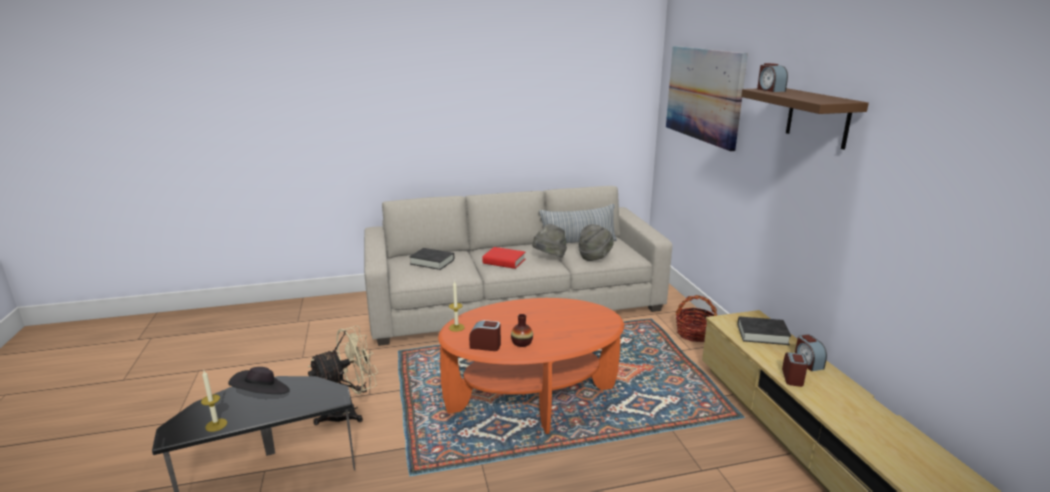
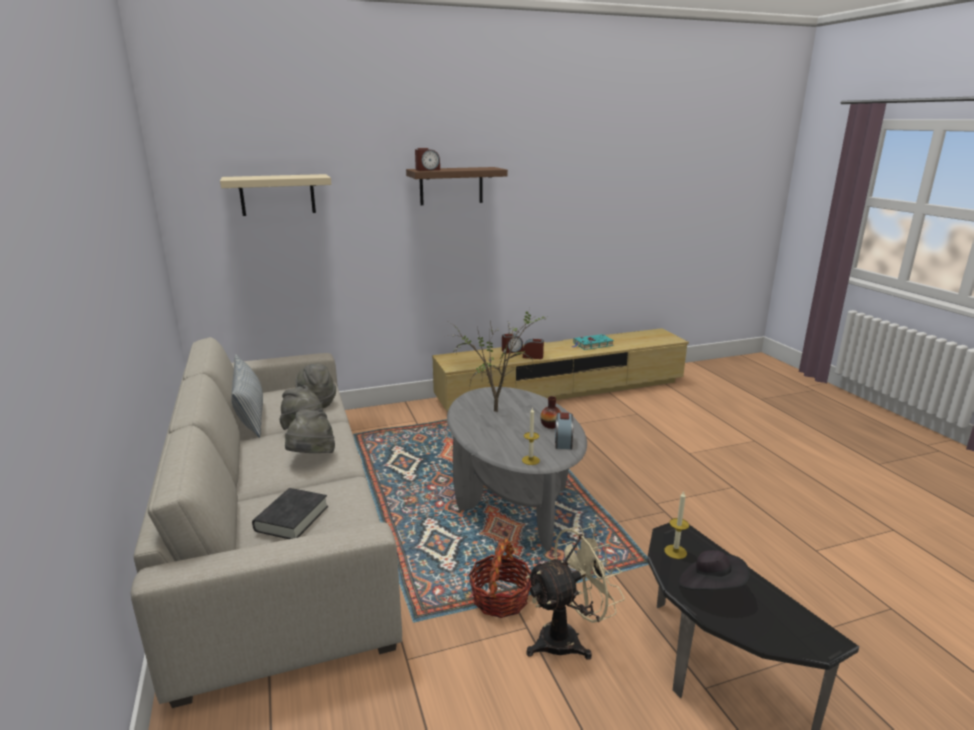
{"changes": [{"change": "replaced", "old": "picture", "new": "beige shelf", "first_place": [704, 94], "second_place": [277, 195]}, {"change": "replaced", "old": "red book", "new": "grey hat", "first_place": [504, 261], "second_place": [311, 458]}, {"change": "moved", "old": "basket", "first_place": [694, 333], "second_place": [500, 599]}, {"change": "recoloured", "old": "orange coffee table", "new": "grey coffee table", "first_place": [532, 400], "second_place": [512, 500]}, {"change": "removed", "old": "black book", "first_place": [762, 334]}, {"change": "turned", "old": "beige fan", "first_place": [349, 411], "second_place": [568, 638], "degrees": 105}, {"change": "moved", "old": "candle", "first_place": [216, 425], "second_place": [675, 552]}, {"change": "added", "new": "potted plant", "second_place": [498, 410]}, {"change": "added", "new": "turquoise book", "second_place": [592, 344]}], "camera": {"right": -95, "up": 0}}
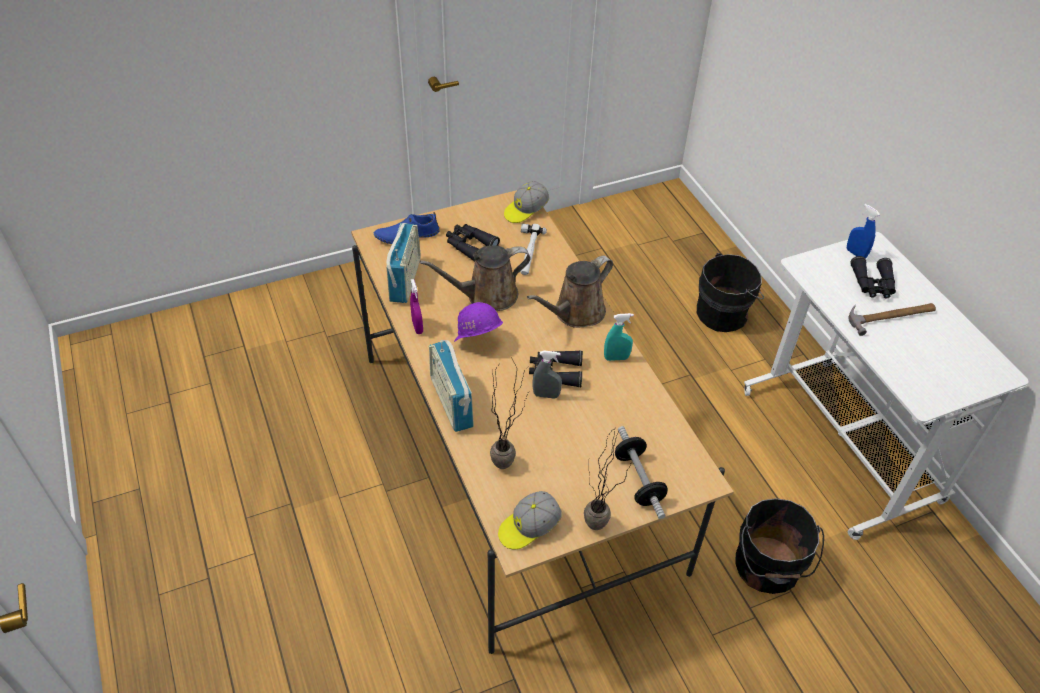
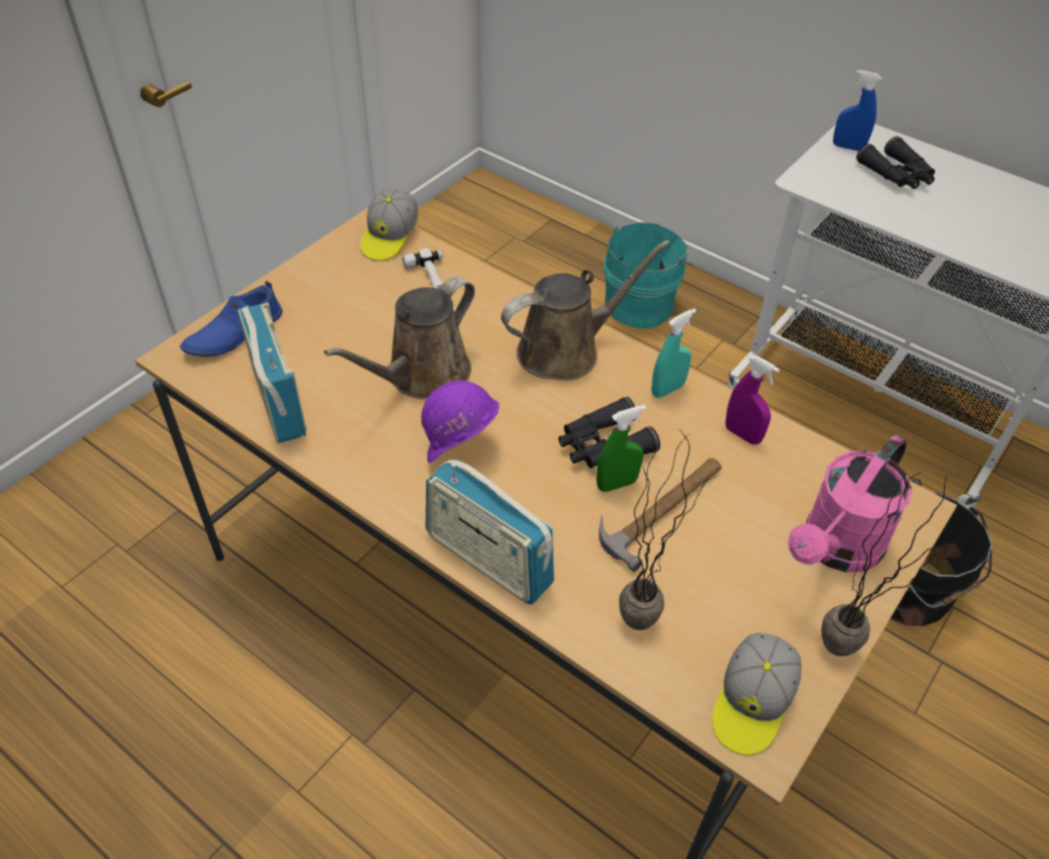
{"changes": [{"change": "removed", "old": "black binoculars", "first_place": [469, 246]}, {"change": "recoloured", "old": "black bucket", "new": "turquoise bucket", "first_place": [724, 313], "second_place": [641, 303]}, {"change": "turned", "old": "brown watering can", "first_place": [575, 313], "second_place": [565, 350], "degrees": -135}, {"change": "moved", "old": "purple spray bottle", "first_place": [417, 327], "second_place": [742, 434]}, {"change": "moved", "old": "hammer", "first_place": [891, 316], "second_place": [663, 509]}, {"change": "recoloured", "old": "grey spray bottle", "new": "green spray bottle", "first_place": [546, 395], "second_place": [616, 484]}, {"change": "replaced", "old": "dumbbell", "new": "pink watering can", "first_place": [638, 480], "second_place": [835, 549]}], "camera": {"right": -30, "up": 0}}
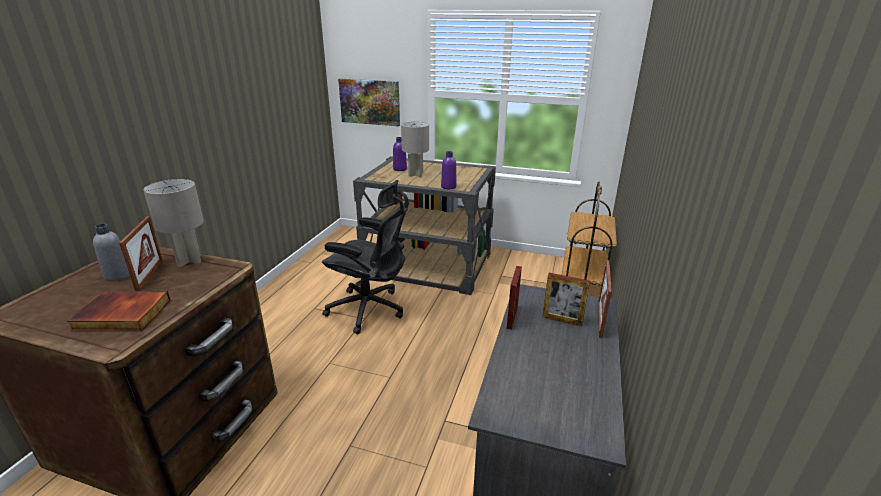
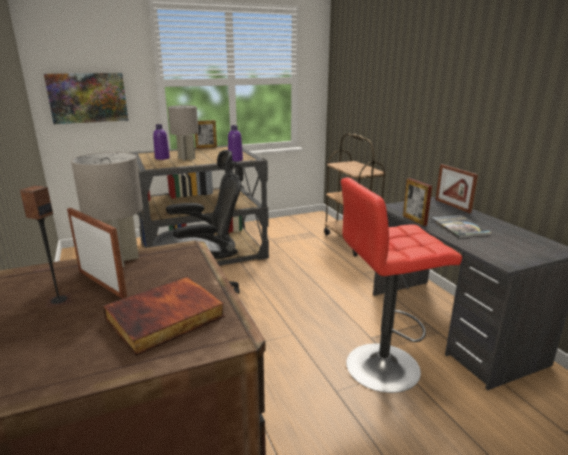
{"changes": [{"change": "replaced", "old": "grey bottle", "new": "speaker", "first_place": [118, 276], "second_place": [58, 299]}, {"change": "moved", "old": "picture frame", "first_place": [562, 320], "second_place": [206, 147]}, {"change": "added", "new": "red stool", "second_place": [381, 366]}, {"change": "added", "new": "book", "second_place": [459, 227]}], "camera": {"right": -40, "up": -5}}
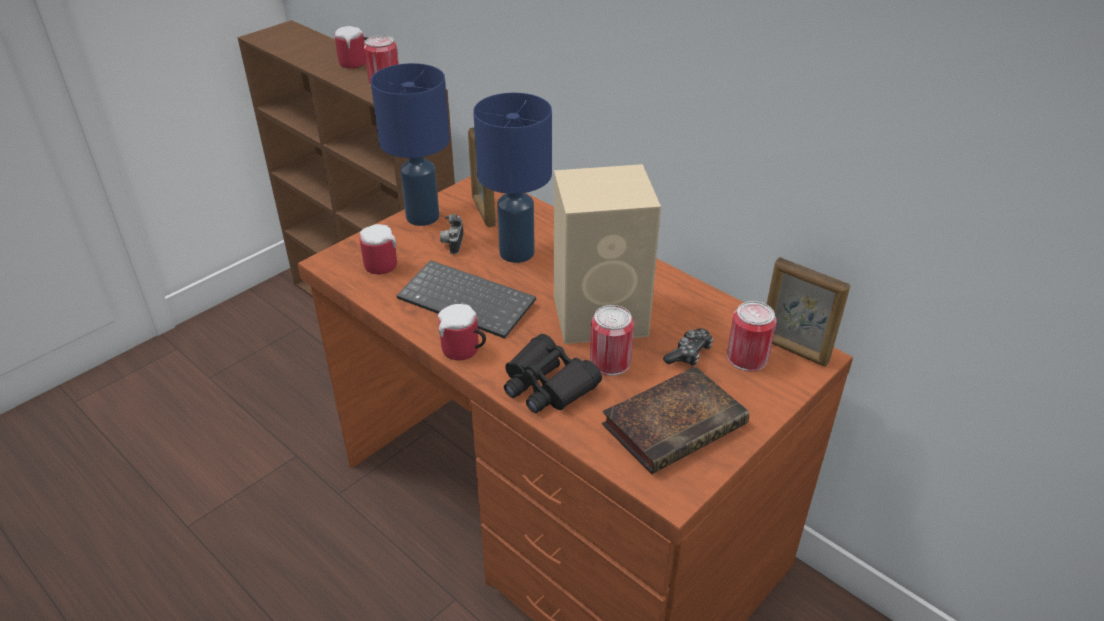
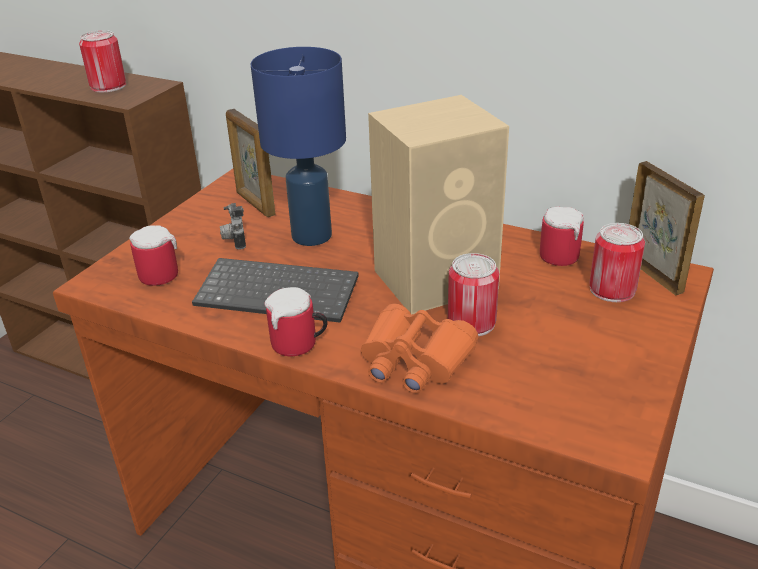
{"changes": [{"change": "moved", "old": "mug", "first_place": [357, 63], "second_place": [564, 255]}, {"change": "removed", "old": "blue table lamp", "first_place": [422, 216]}, {"change": "turned", "old": "picture frame", "first_place": [793, 351], "second_place": [653, 273], "degrees": -135}, {"change": "removed", "old": "game controller", "first_place": [689, 354]}, {"change": "recoloured", "old": "black binoculars", "new": "orange binoculars", "first_place": [547, 385], "second_place": [414, 361]}, {"change": "removed", "old": "book", "first_place": [676, 423]}], "camera": {"right": -15, "up": -5}}
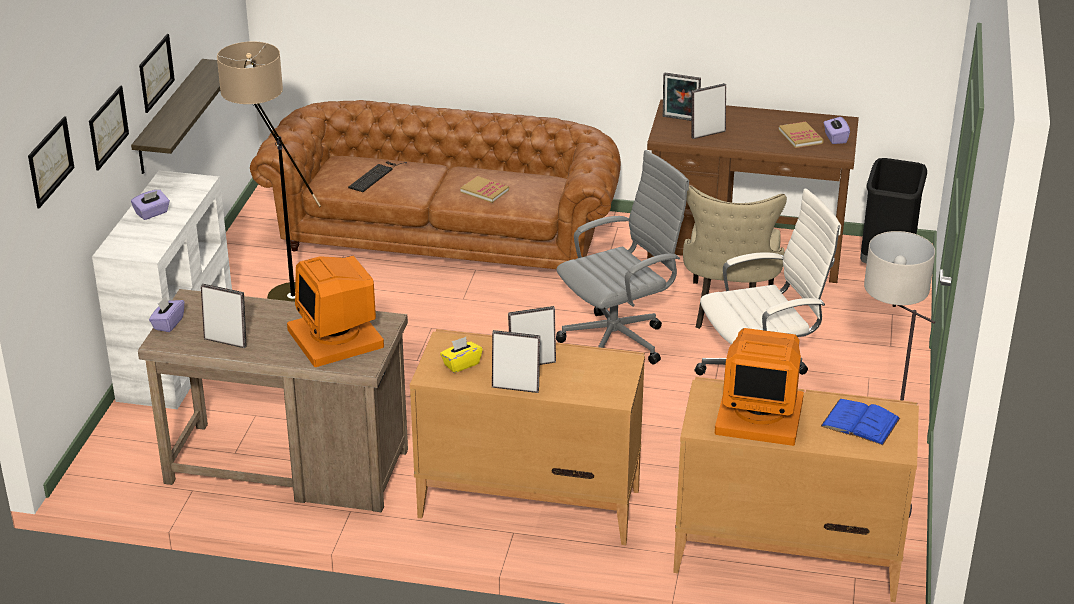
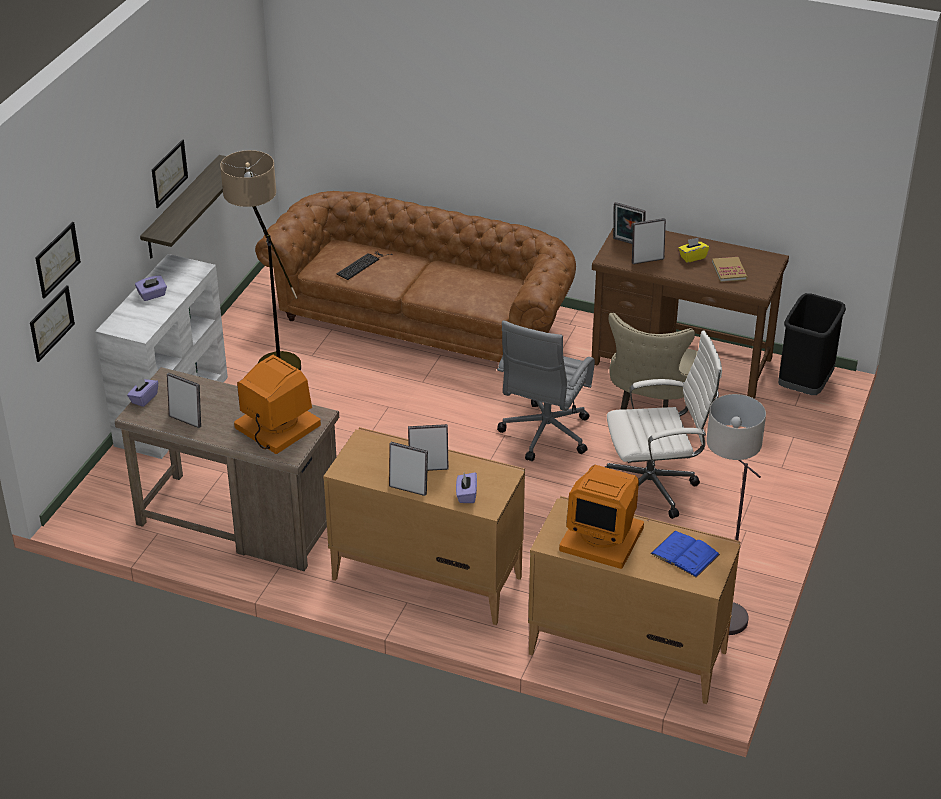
{"changes": [{"change": "moved", "old": "picture", "first_place": [108, 127], "second_place": [51, 323]}, {"change": "moved", "old": "purple tissue box", "first_place": [835, 138], "second_place": [466, 495]}, {"change": "turned", "old": "grey office chair", "first_place": [618, 340], "second_place": [544, 436], "degrees": 135}, {"change": "removed", "old": "book", "first_place": [484, 191]}, {"change": "turned", "old": "monitor", "first_place": [337, 338], "second_place": [276, 427], "degrees": 150}, {"change": "moved", "old": "yellow tissue box", "first_place": [461, 364], "second_place": [692, 257]}], "camera": {"right": 10, "up": 5}}
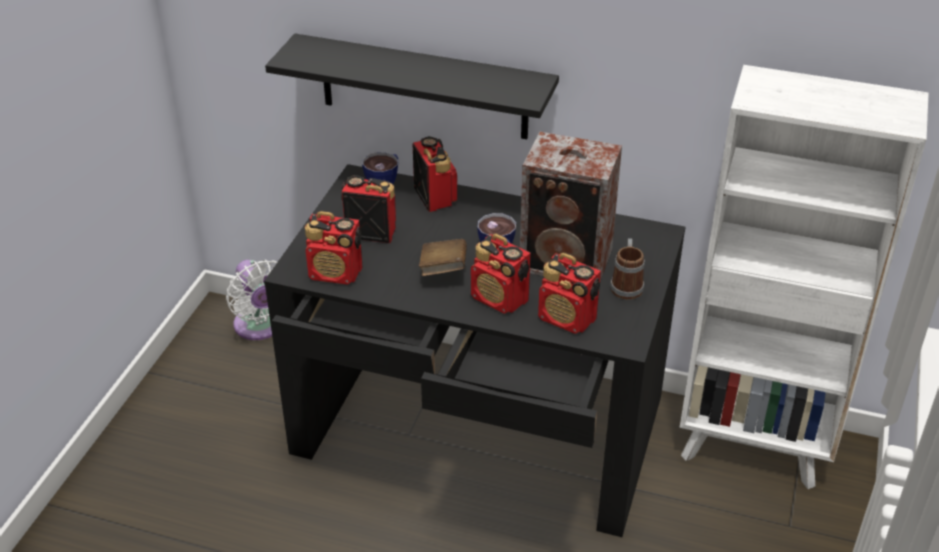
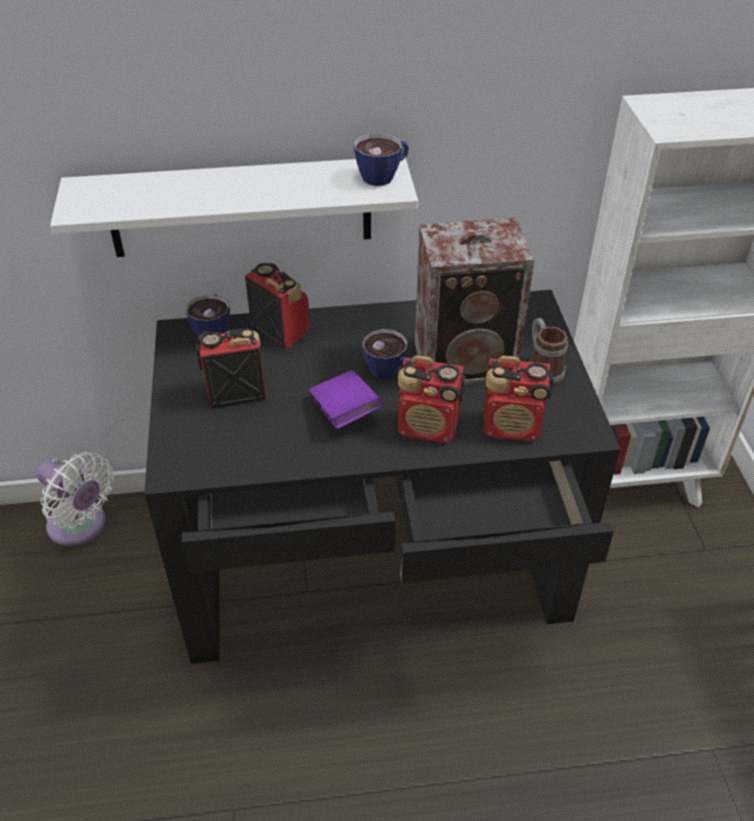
{"changes": [{"change": "recoloured", "old": "black shelf", "new": "white shelf", "first_place": [424, 87], "second_place": [240, 207]}, {"change": "removed", "old": "radio", "first_place": [336, 273]}, {"change": "recoloured", "old": "brown book", "new": "purple book", "first_place": [443, 270], "second_place": [345, 412]}, {"change": "added", "new": "cup", "second_place": [383, 176]}], "camera": {"right": -25, "up": 5}}
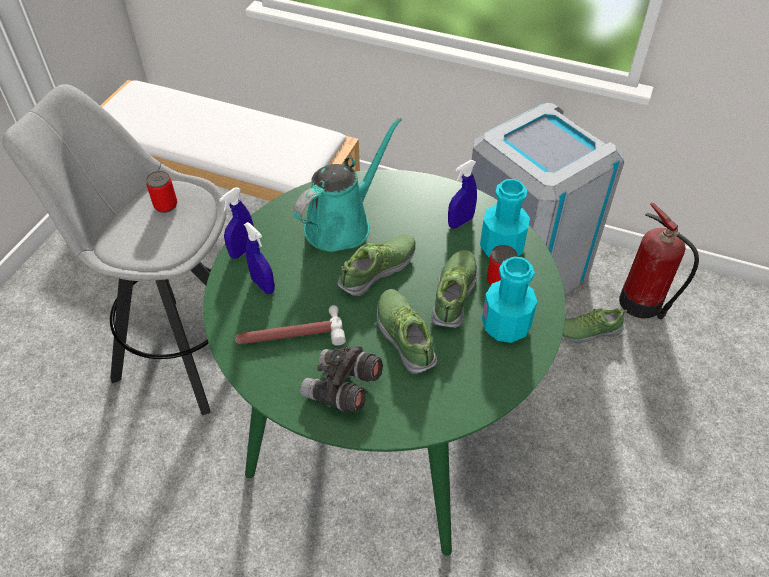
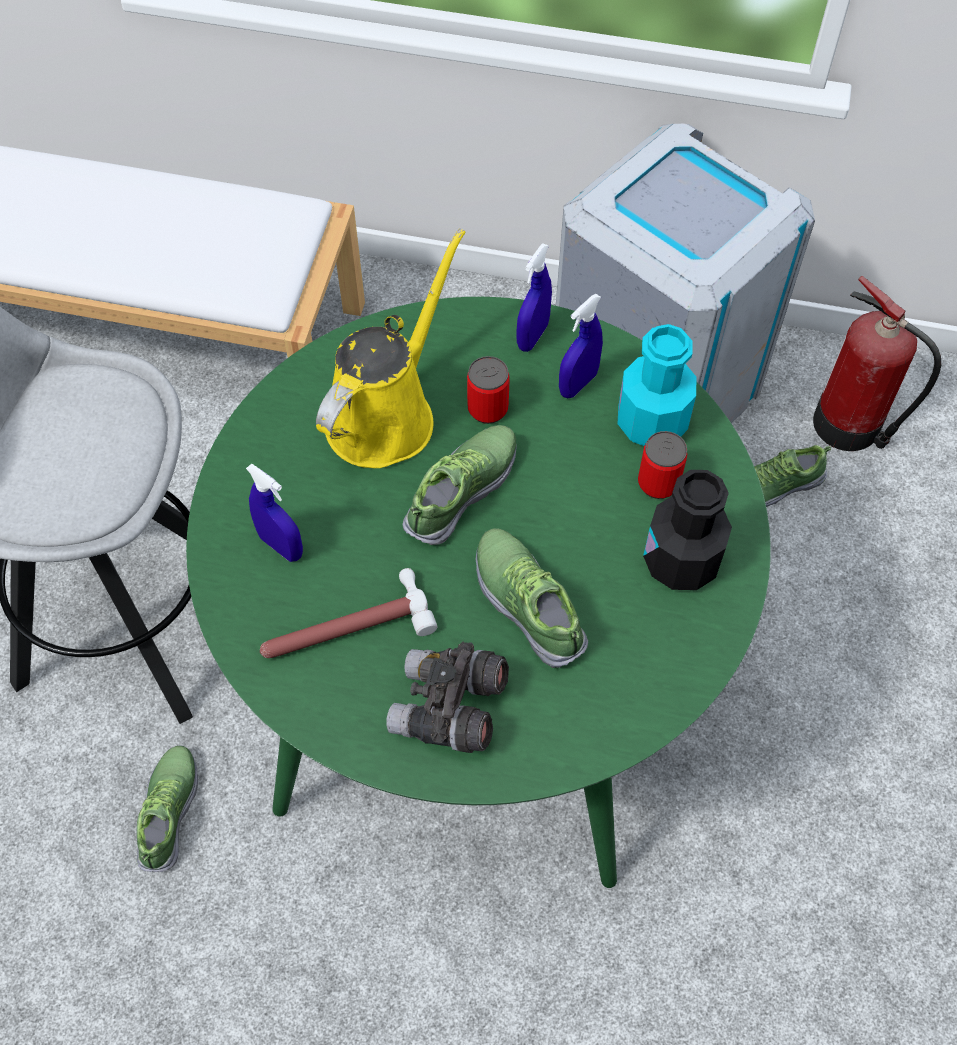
{"changes": [{"change": "recoloured", "old": "turquoise watering can", "new": "yellow watering can", "first_place": [342, 224], "second_place": [386, 414]}, {"change": "moved", "old": "can", "first_place": [166, 205], "second_place": [488, 408]}, {"change": "moved", "old": "blue spray bottle", "first_place": [243, 250], "second_place": [532, 336]}, {"change": "moved", "old": "shoe", "first_place": [454, 294], "second_place": [169, 812]}, {"change": "recoloured", "old": "turquoise bottle", "new": "black bottle", "first_place": [505, 325], "second_place": [681, 561]}], "camera": {"right": -10, "up": 10}}
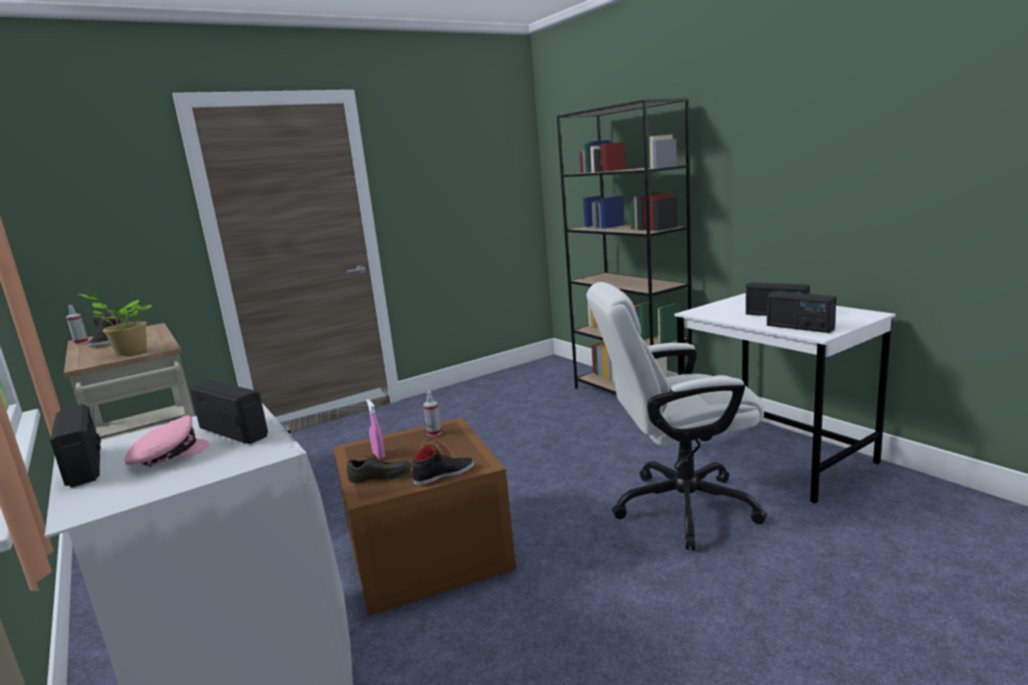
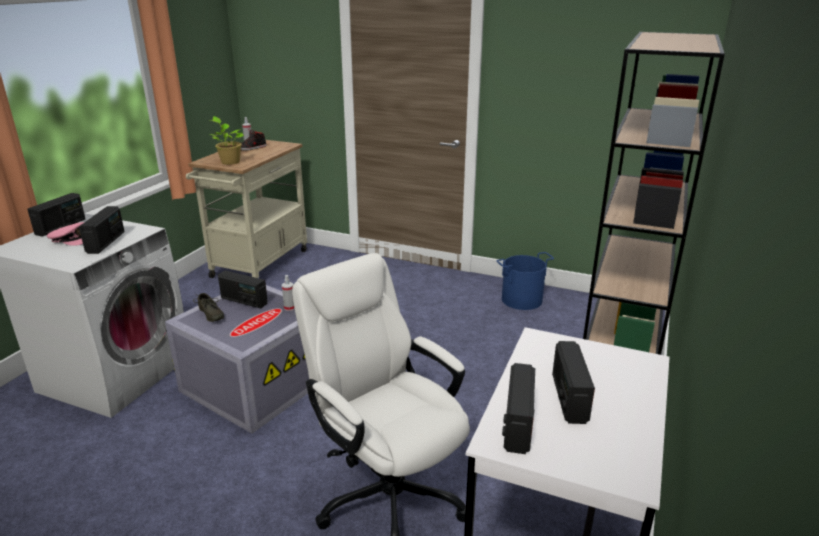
{"changes": [{"change": "replaced", "old": "pink spray bottle", "new": "radio", "first_place": [379, 455], "second_place": [244, 301]}, {"change": "recoloured", "old": "brown storage box", "new": "grey storage box", "first_place": [424, 550], "second_place": [256, 382]}, {"change": "removed", "old": "black shoe", "first_place": [444, 474]}, {"change": "added", "new": "blue bucket", "second_place": [521, 299]}], "camera": {"right": 55, "up": 10}}
